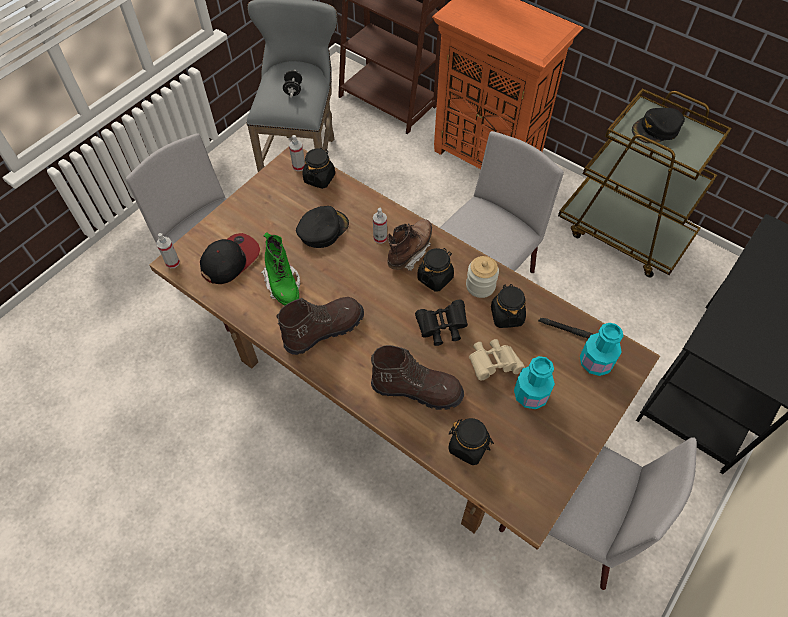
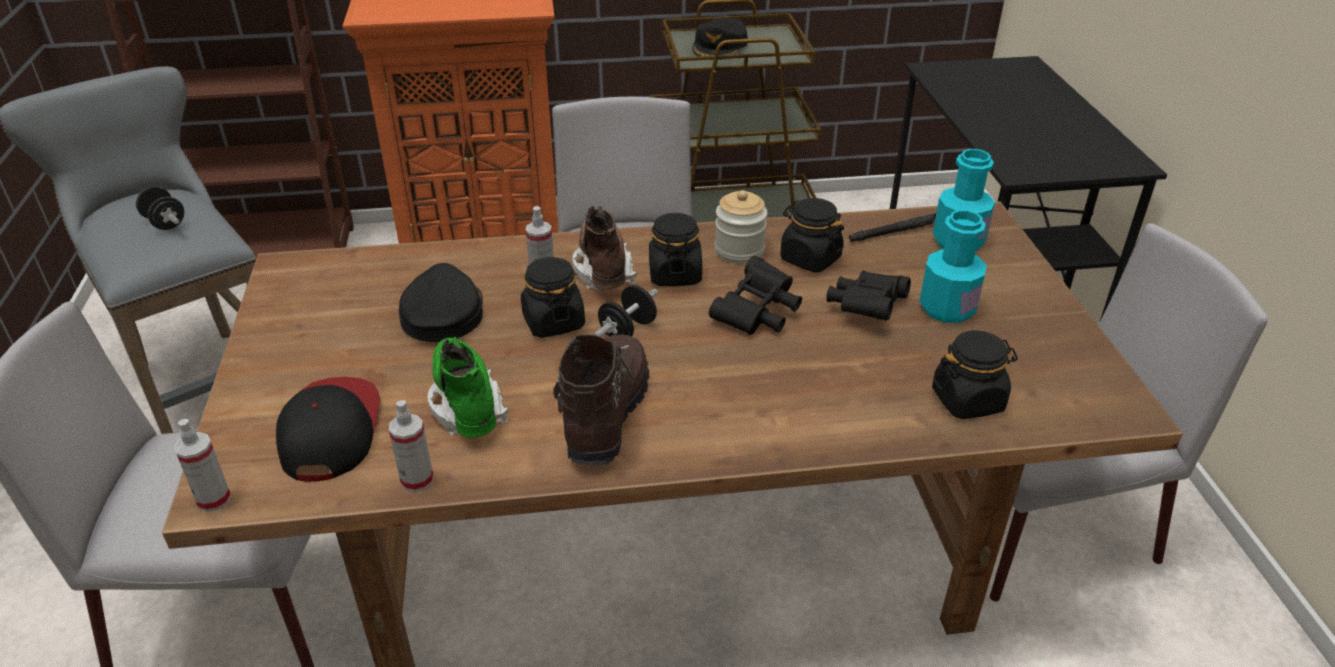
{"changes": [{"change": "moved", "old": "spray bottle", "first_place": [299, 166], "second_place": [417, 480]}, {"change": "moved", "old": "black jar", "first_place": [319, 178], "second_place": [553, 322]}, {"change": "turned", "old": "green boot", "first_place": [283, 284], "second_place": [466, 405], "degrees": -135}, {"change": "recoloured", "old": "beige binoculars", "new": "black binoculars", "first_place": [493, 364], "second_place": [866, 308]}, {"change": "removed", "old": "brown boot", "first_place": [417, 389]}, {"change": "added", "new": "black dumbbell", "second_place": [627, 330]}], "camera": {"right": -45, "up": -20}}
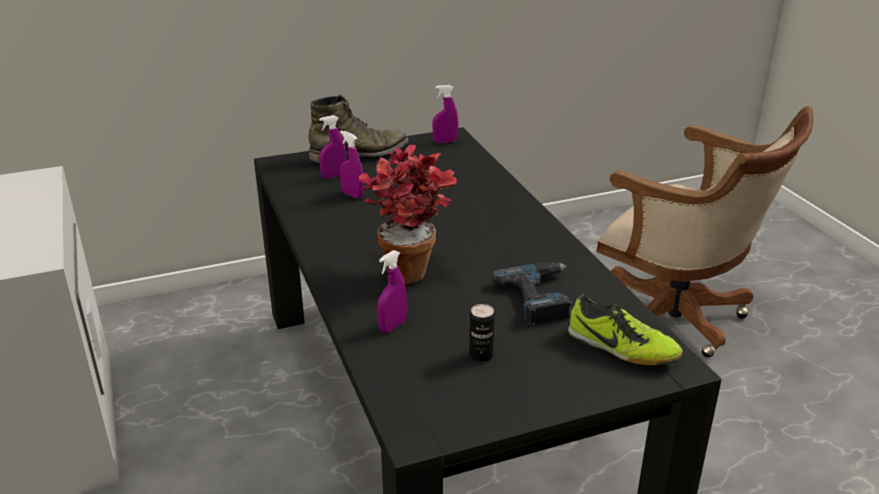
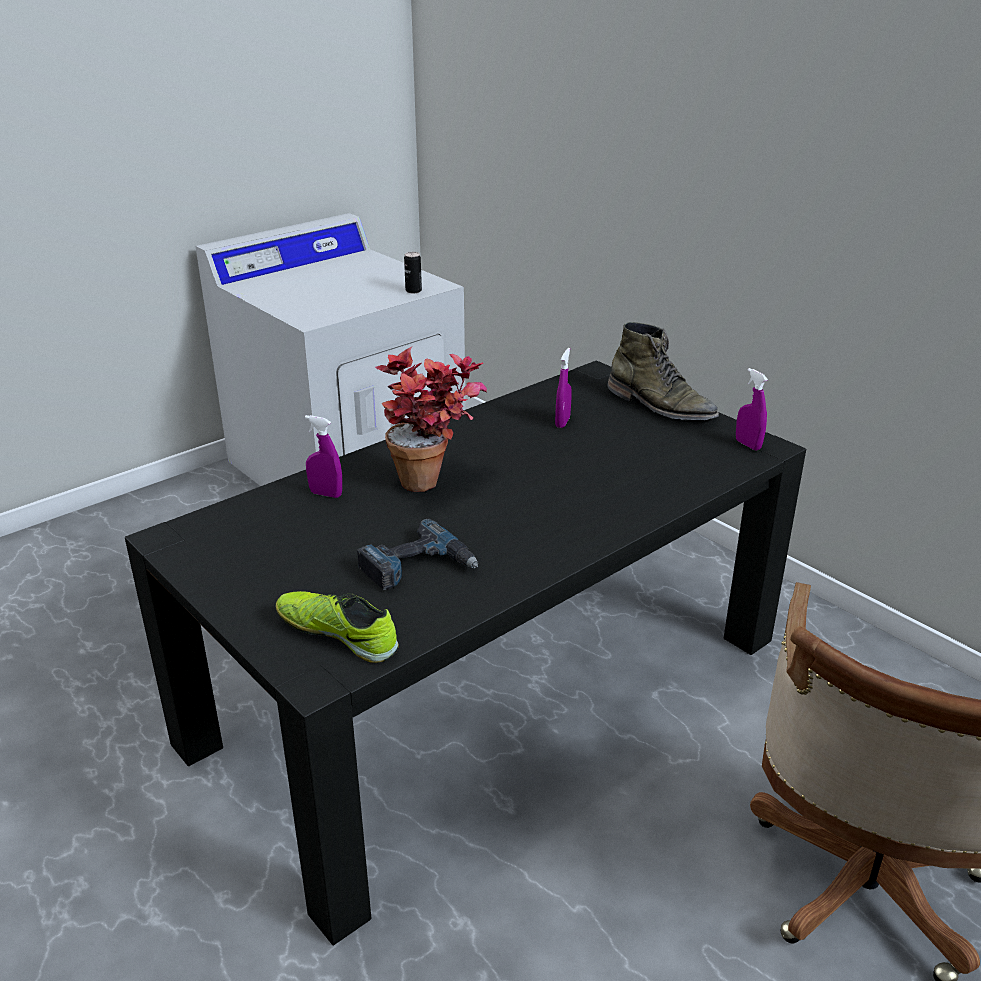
{"changes": [{"change": "removed", "old": "purple spray bottle", "first_place": [333, 176]}, {"change": "turned", "old": "shoe", "first_place": [621, 348], "second_place": [338, 634], "degrees": 105}, {"change": "moved", "old": "can", "first_place": [481, 355], "second_place": [413, 291]}], "camera": {"right": 70, "up": 0}}
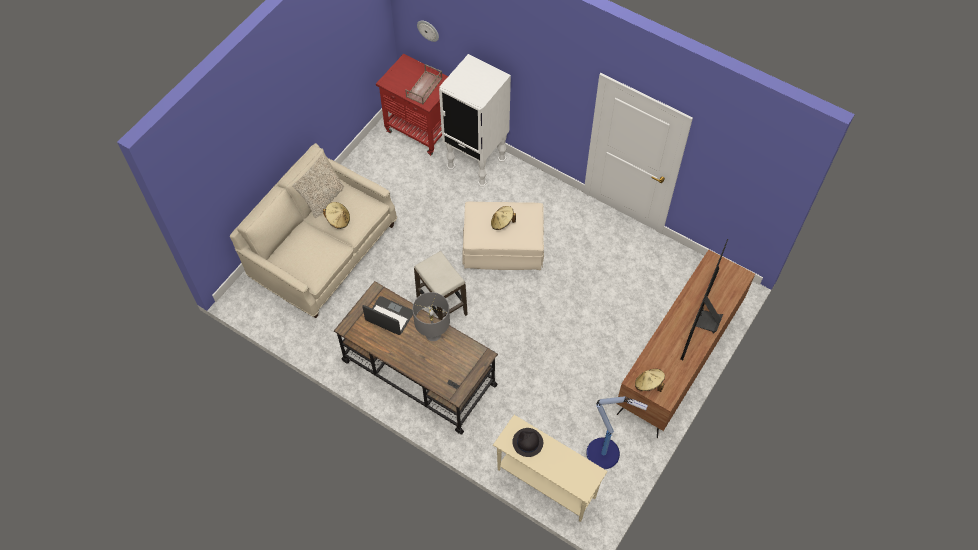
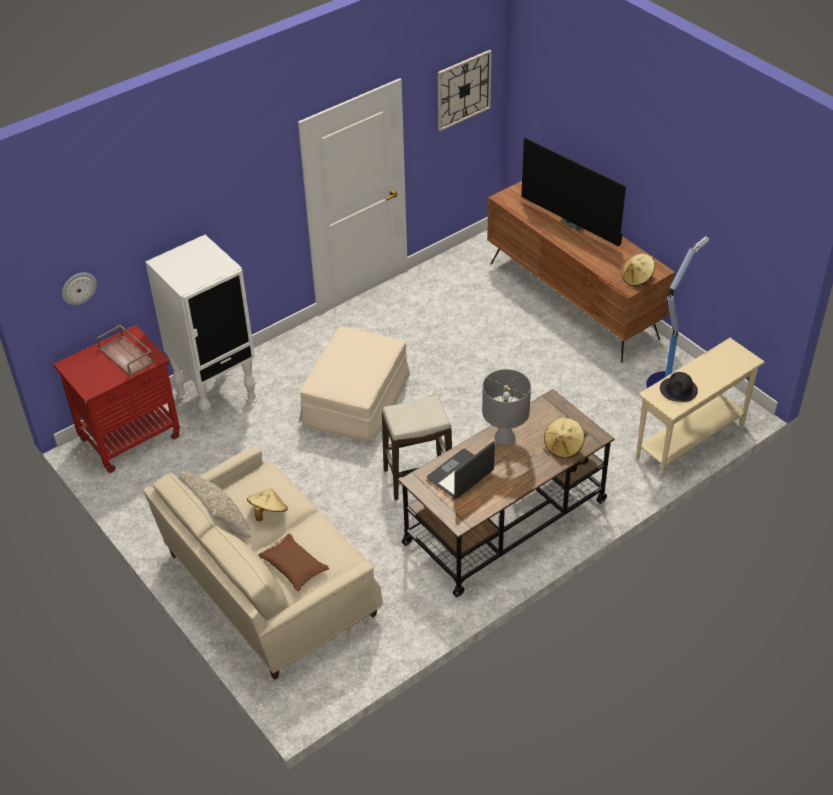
{"changes": [{"change": "moved", "old": "beige hat", "first_place": [502, 222], "second_place": [563, 446]}, {"change": "added", "new": "wall clock", "second_place": [463, 90]}, {"change": "added", "new": "brown pillow", "second_place": [294, 565]}], "camera": {"right": -70, "up": -15}}
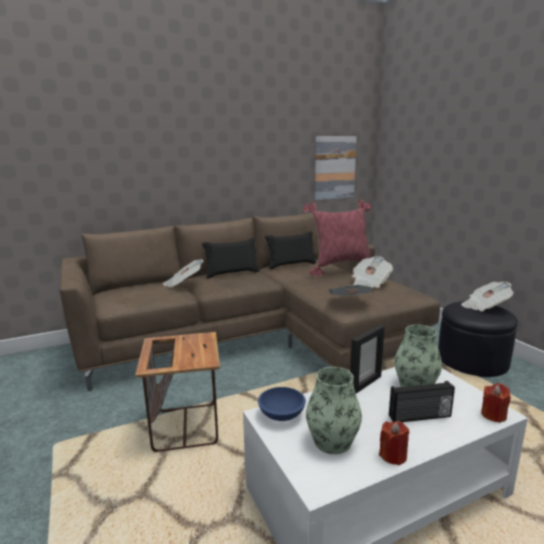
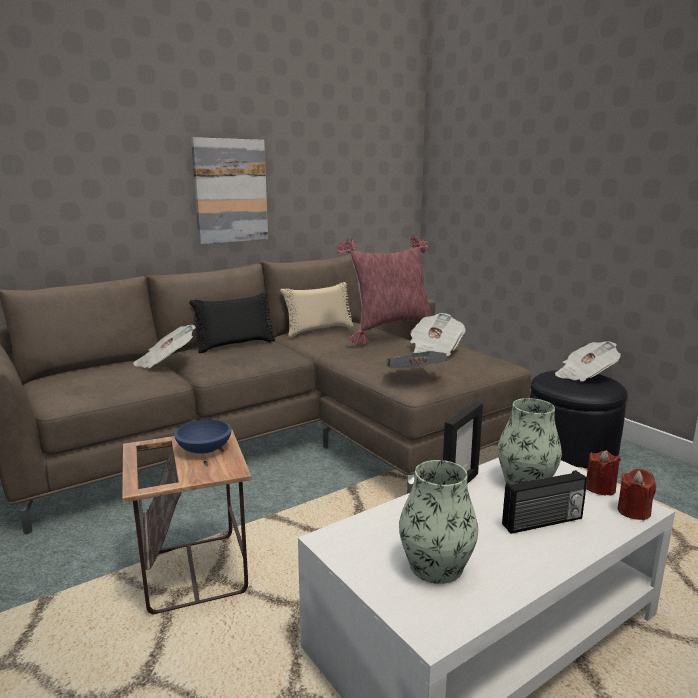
{"changes": [{"change": "moved", "old": "picture", "first_place": [334, 168], "second_place": [230, 191]}, {"change": "recoloured", "old": "black pillow", "new": "beige pillow", "first_place": [291, 265], "second_place": [318, 330]}, {"change": "moved", "old": "blue bowl", "first_place": [281, 414], "second_place": [203, 449]}, {"change": "moved", "old": "red candle", "first_place": [393, 455], "second_place": [600, 488]}], "camera": {"right": -10, "up": 0}}
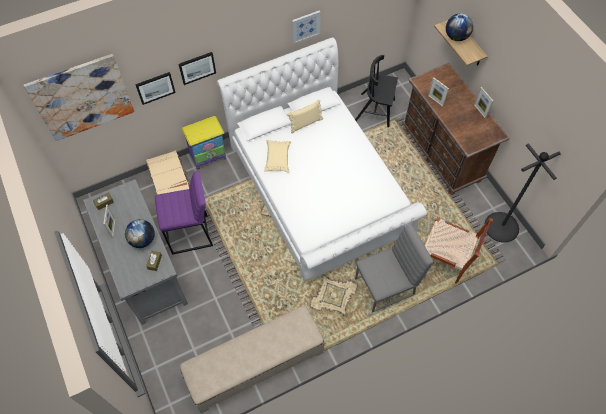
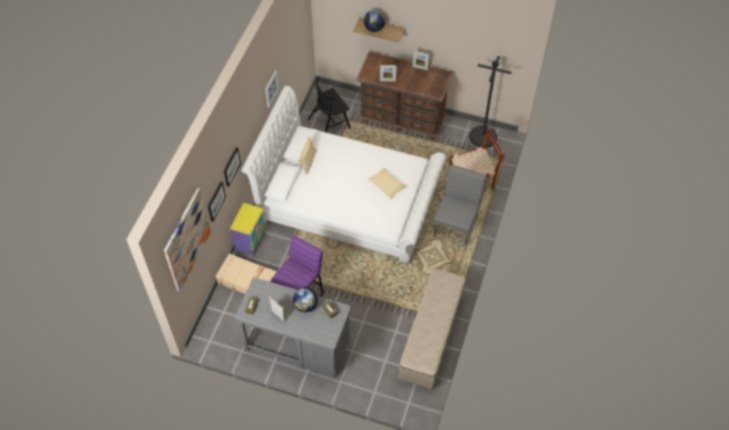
{"changes": [{"change": "moved", "old": "beige pillow", "first_place": [277, 158], "second_place": [387, 184]}], "camera": {"right": -45, "up": -5}}
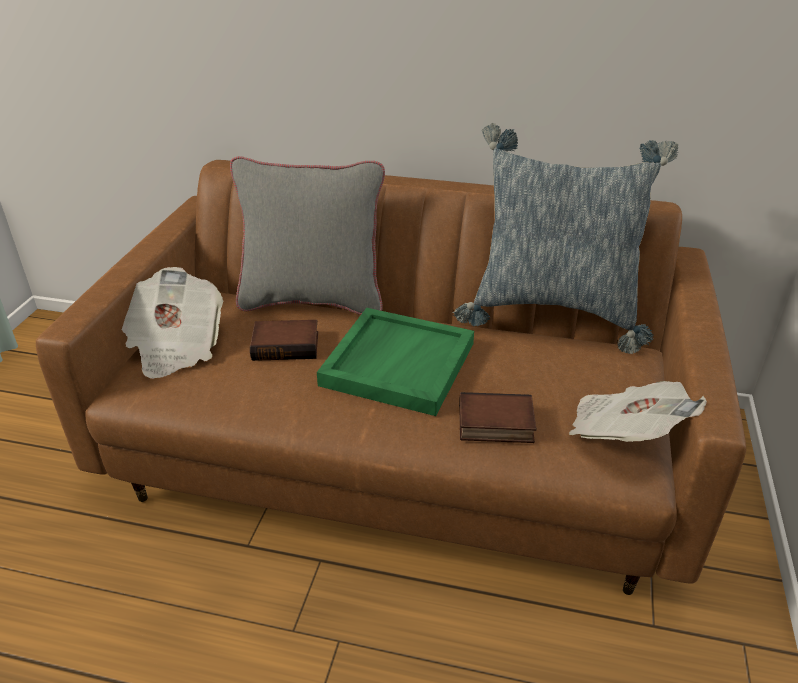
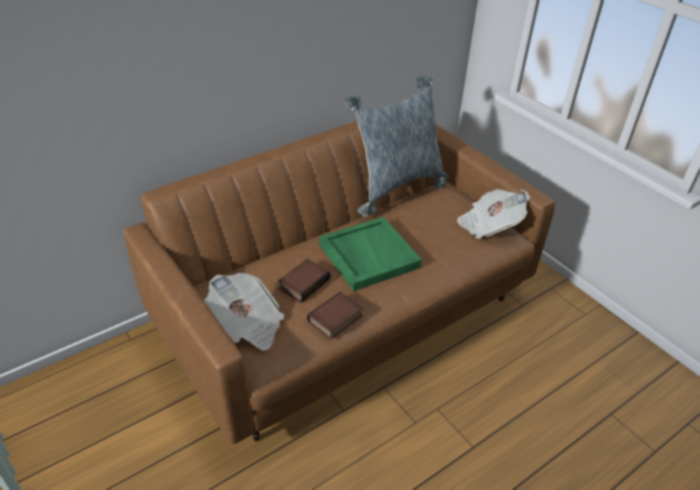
{"changes": [{"change": "removed", "old": "grey pillow", "first_place": [312, 300]}, {"change": "moved", "old": "book", "first_place": [494, 425], "second_place": [335, 319]}], "camera": {"right": -50, "up": 5}}
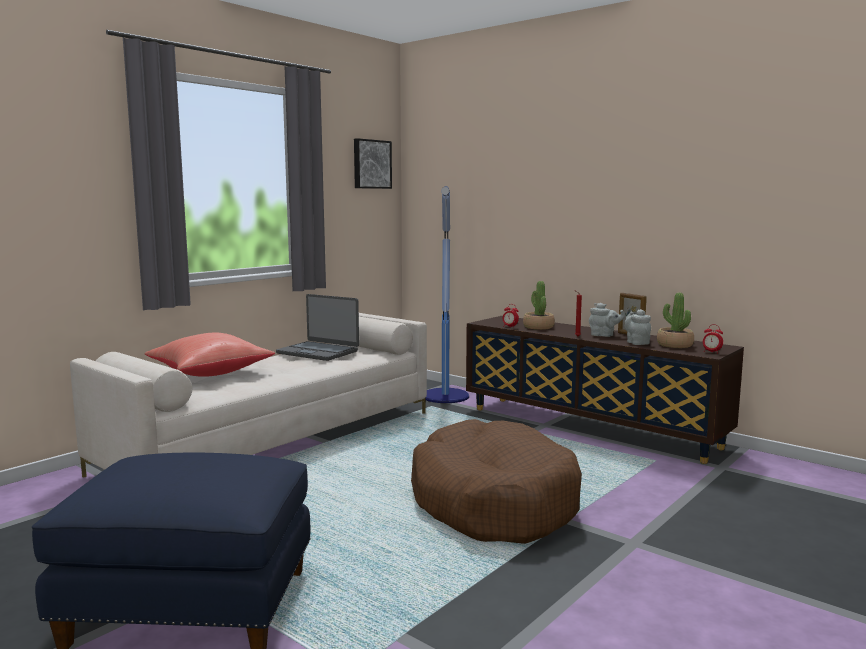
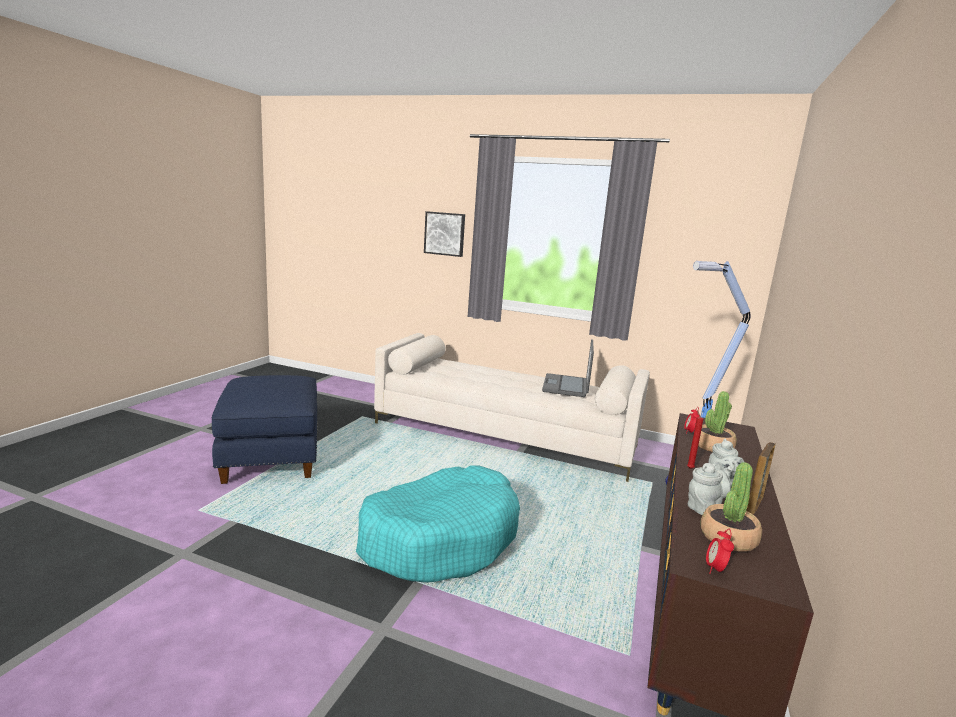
{"changes": [{"change": "moved", "old": "picture", "first_place": [371, 164], "second_place": [445, 234]}, {"change": "removed", "old": "red pillow", "first_place": [209, 373]}, {"change": "recoloured", "old": "brown dog bed", "new": "turquoise dog bed", "first_place": [493, 502], "second_place": [440, 538]}], "camera": {"right": 70, "up": 5}}
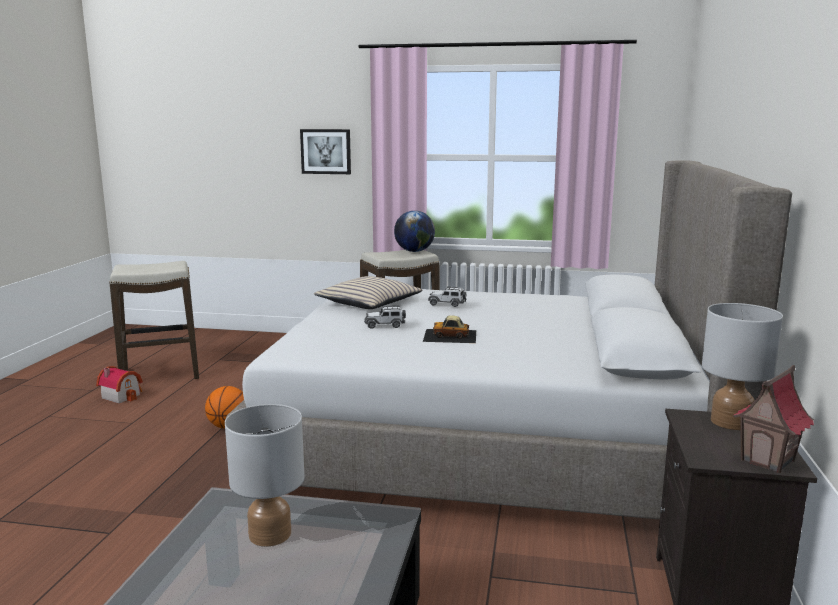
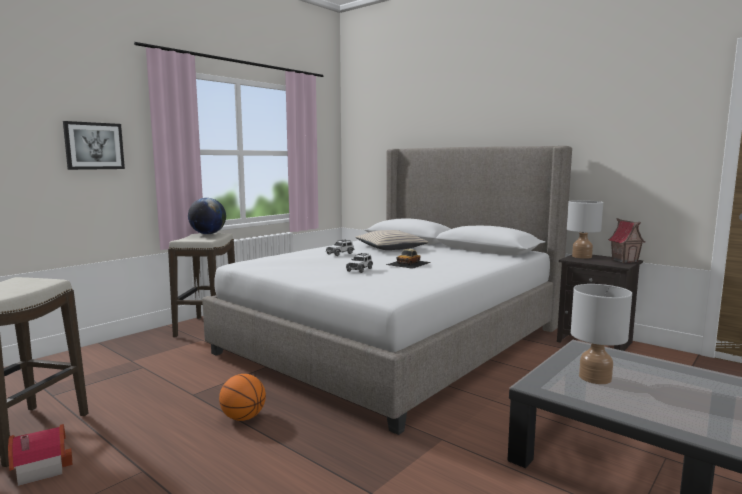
{"changes": [{"change": "moved", "old": "beige pillow", "first_place": [369, 303], "second_place": [390, 248]}], "camera": {"right": -60, "up": -5}}
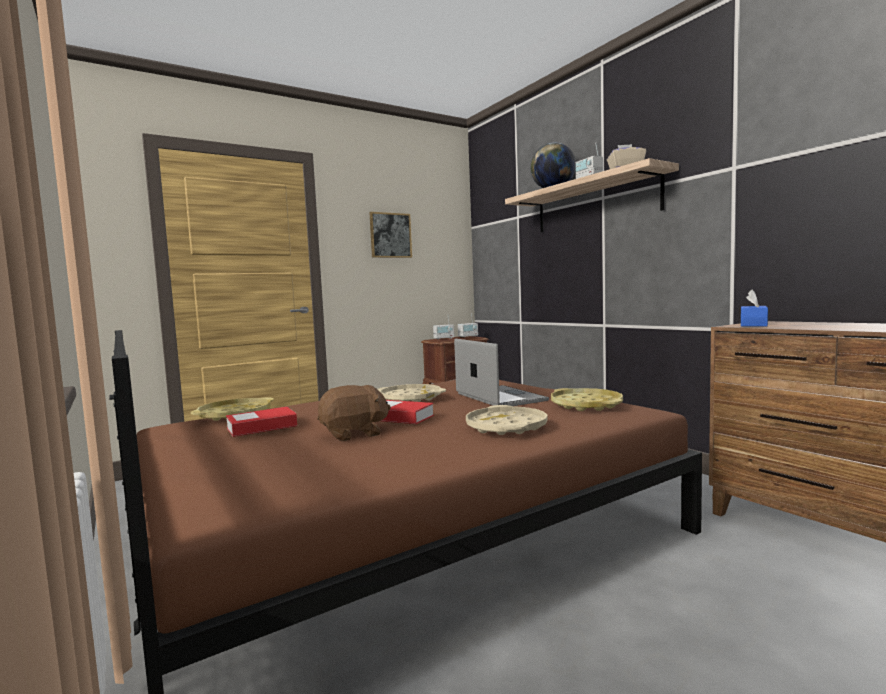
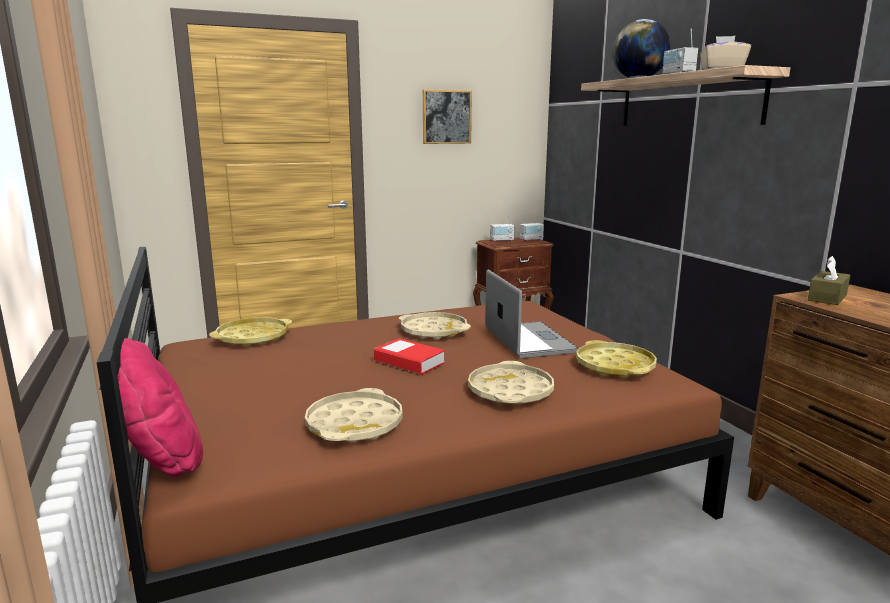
{"changes": [{"change": "recoloured", "old": "blue tissue box", "new": "brown tissue box", "first_place": [753, 325], "second_place": [827, 297]}, {"change": "removed", "old": "brown plush toy", "first_place": [354, 434]}, {"change": "removed", "old": "book", "first_place": [262, 427]}, {"change": "added", "new": "pink pillow", "second_place": [161, 466]}, {"change": "added", "new": "beige tray", "second_place": [355, 424]}], "camera": {"right": 10, "up": 10}}
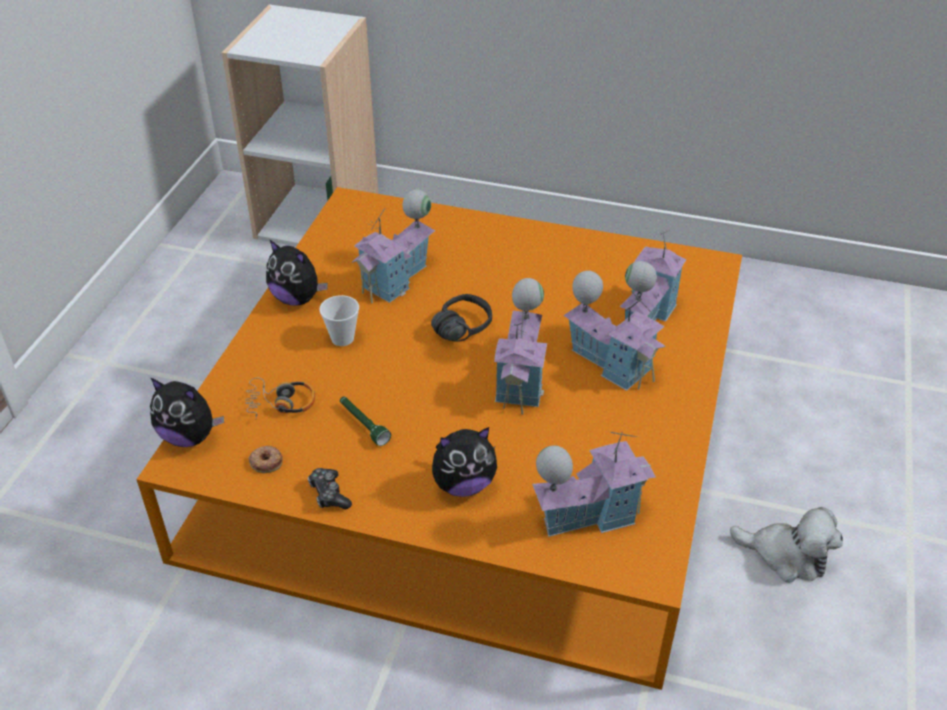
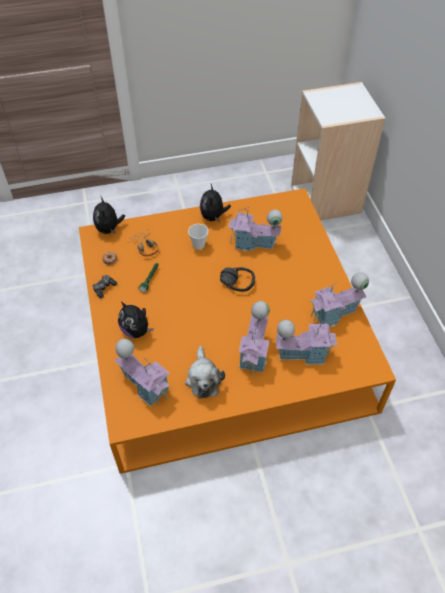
{"changes": [{"change": "moved", "old": "toy house", "first_place": [521, 380], "second_place": [335, 314]}, {"change": "moved", "old": "plush toy", "first_place": [786, 556], "second_place": [203, 378]}], "camera": {"right": 60, "up": 10}}
